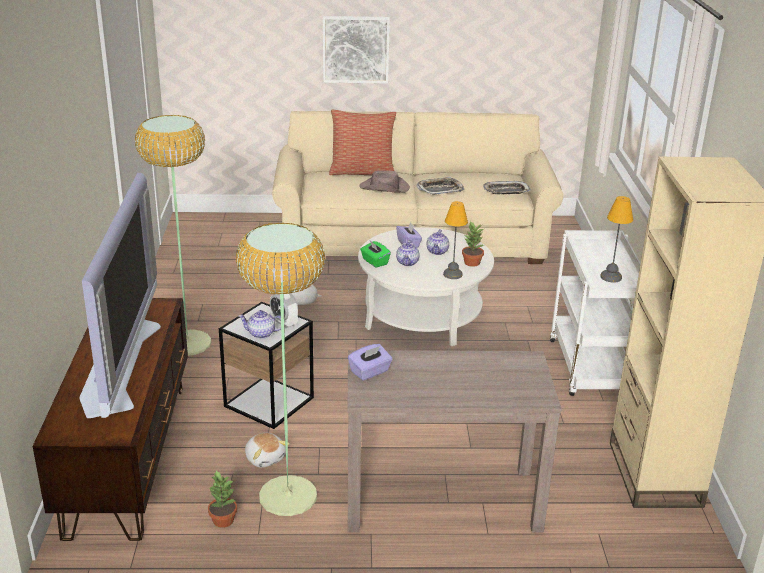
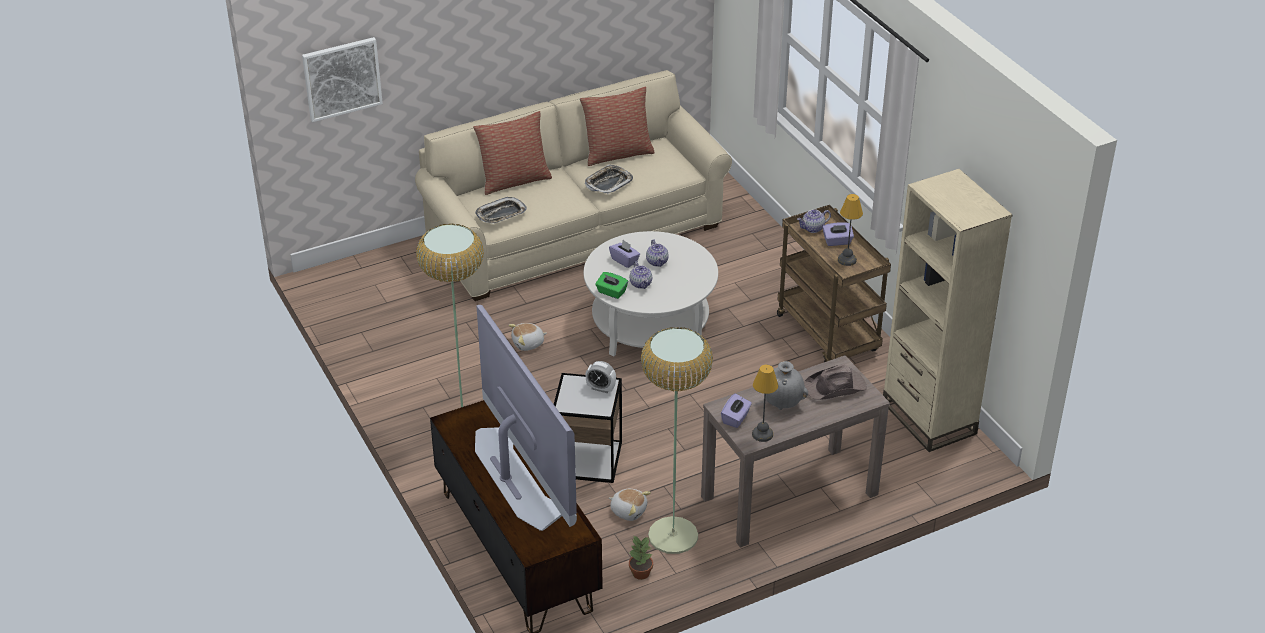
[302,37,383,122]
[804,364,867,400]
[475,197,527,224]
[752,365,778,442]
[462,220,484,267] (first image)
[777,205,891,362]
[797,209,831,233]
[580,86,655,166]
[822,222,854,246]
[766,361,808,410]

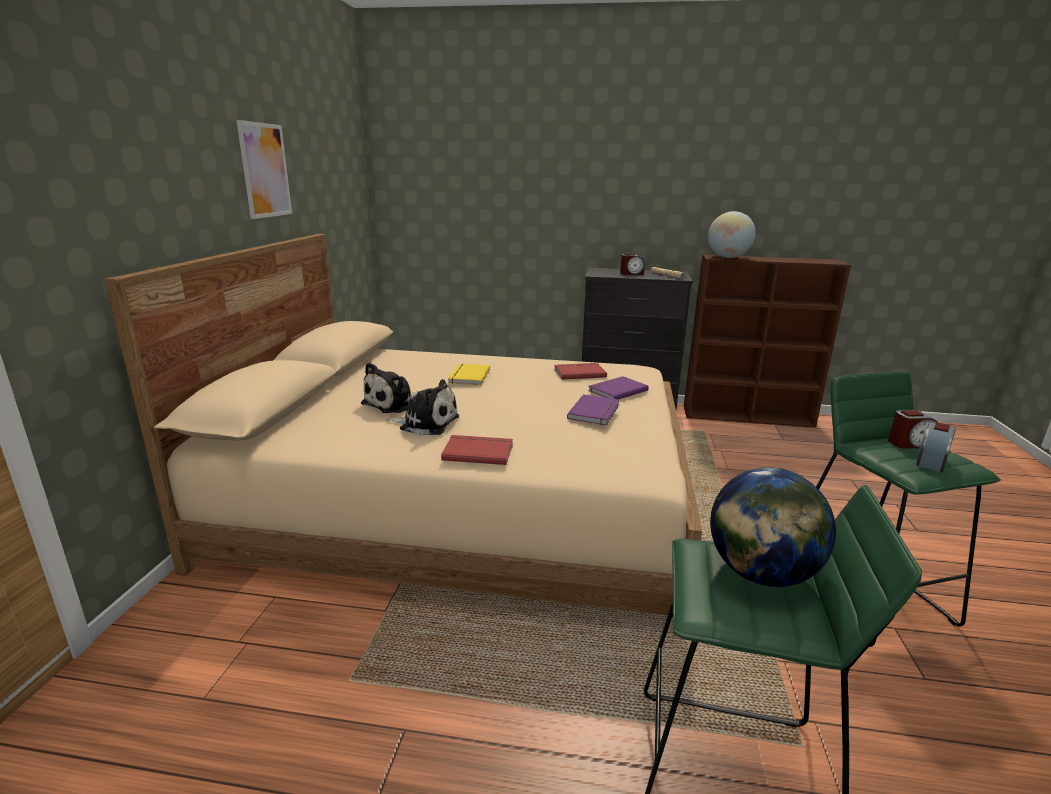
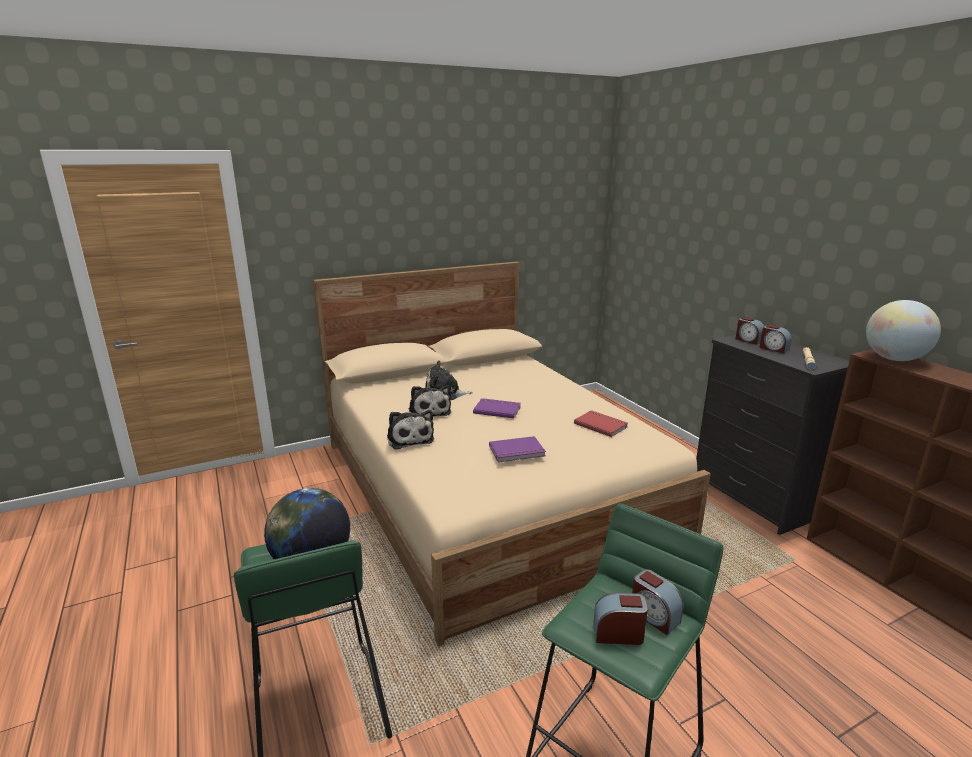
[236,120,292,219] (first image)
[448,364,490,385] (first image)
[473,398,521,418]
[387,410,434,450]
[735,317,764,345]

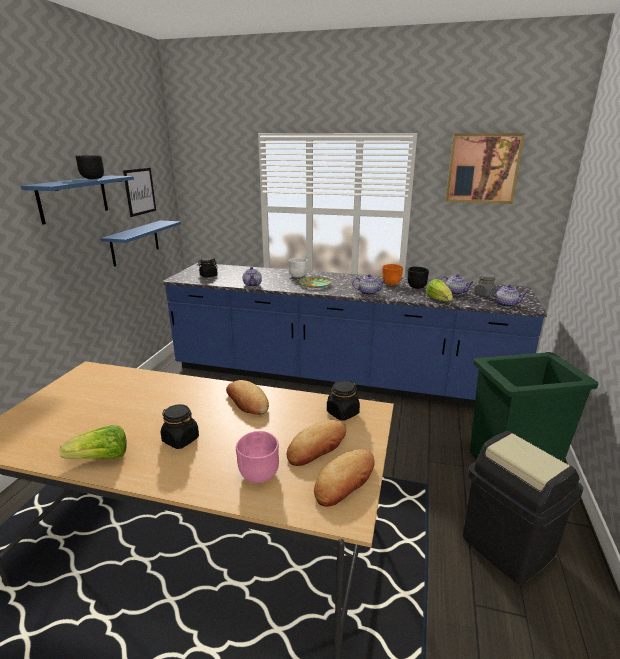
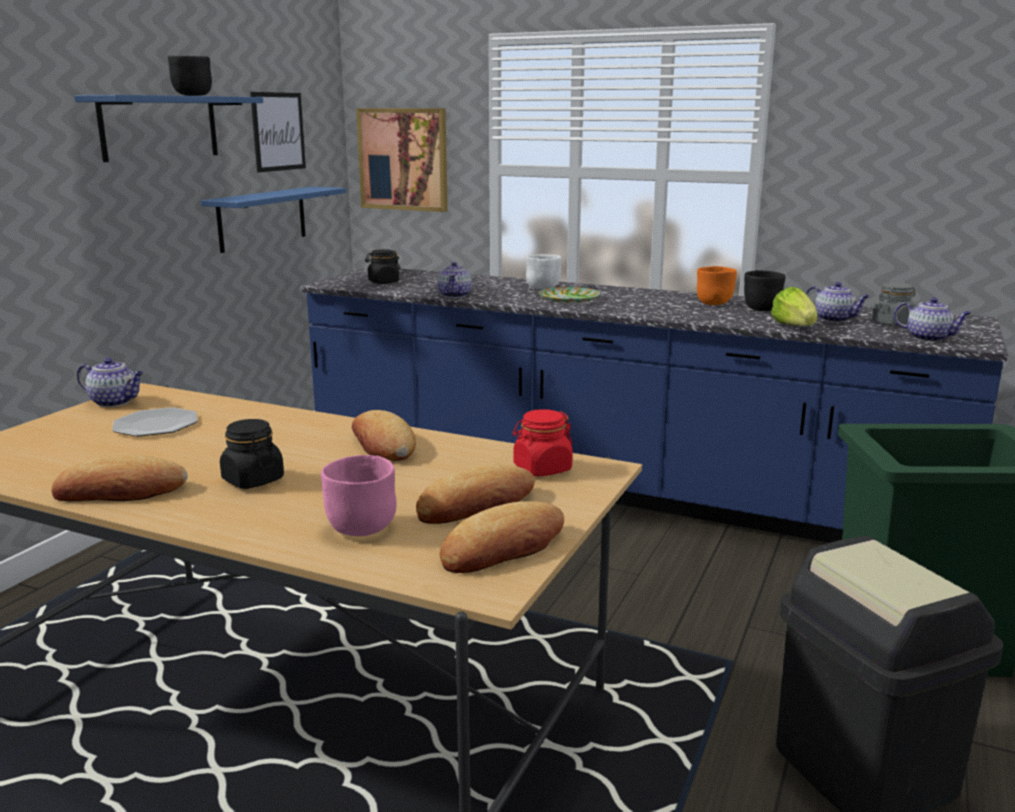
[356,108,448,212]
[77,358,144,407]
[512,409,573,476]
[51,455,188,501]
[112,407,198,436]

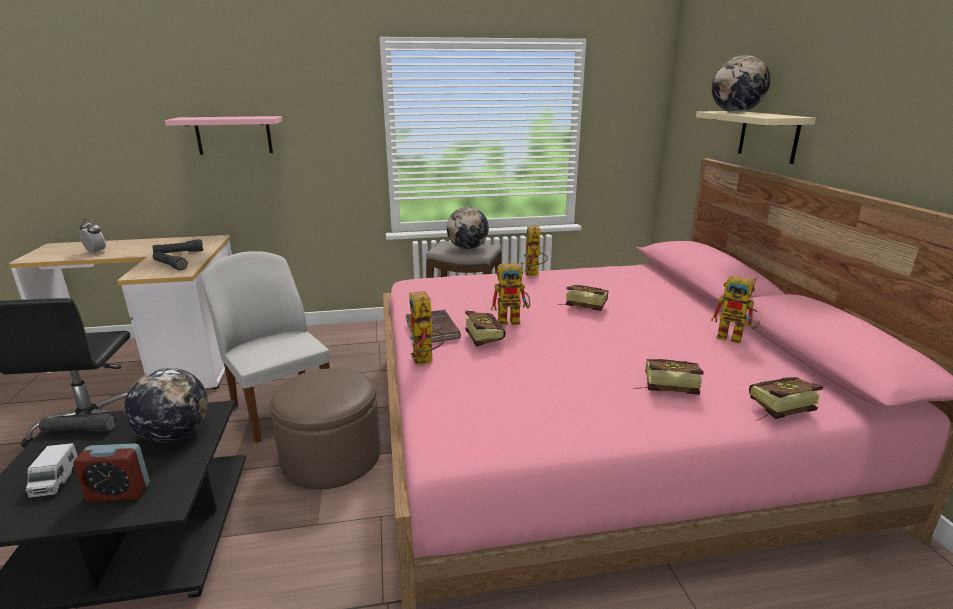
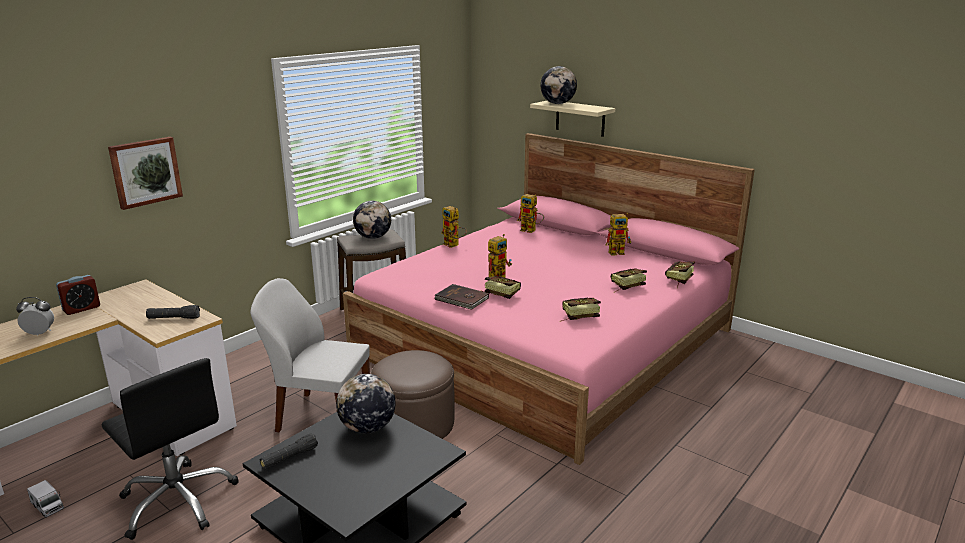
[108,137,183,210]
[152,239,203,253] (first image)
[560,298,601,322]
[517,194,544,233]
[27,480,64,517]
[56,275,100,315]

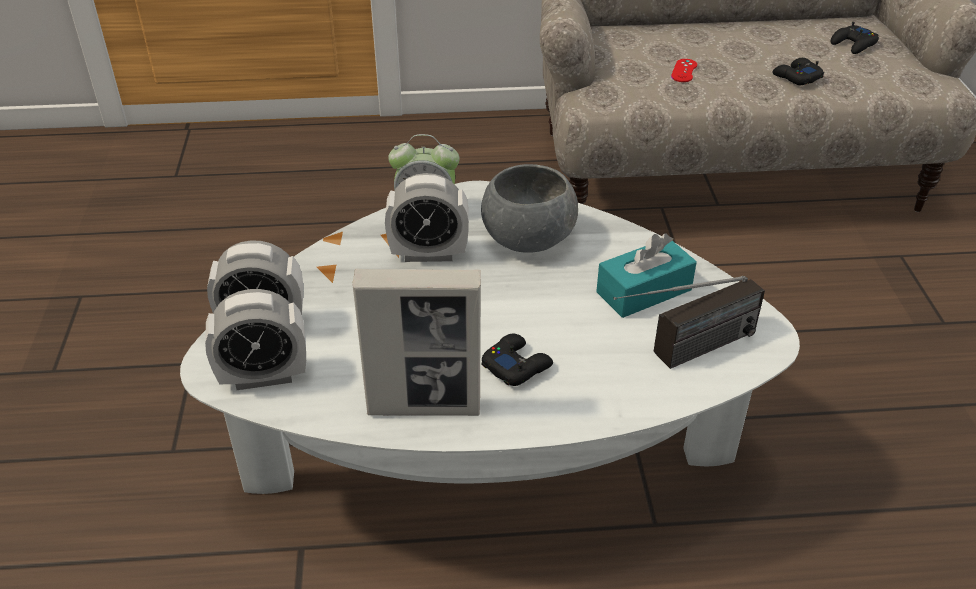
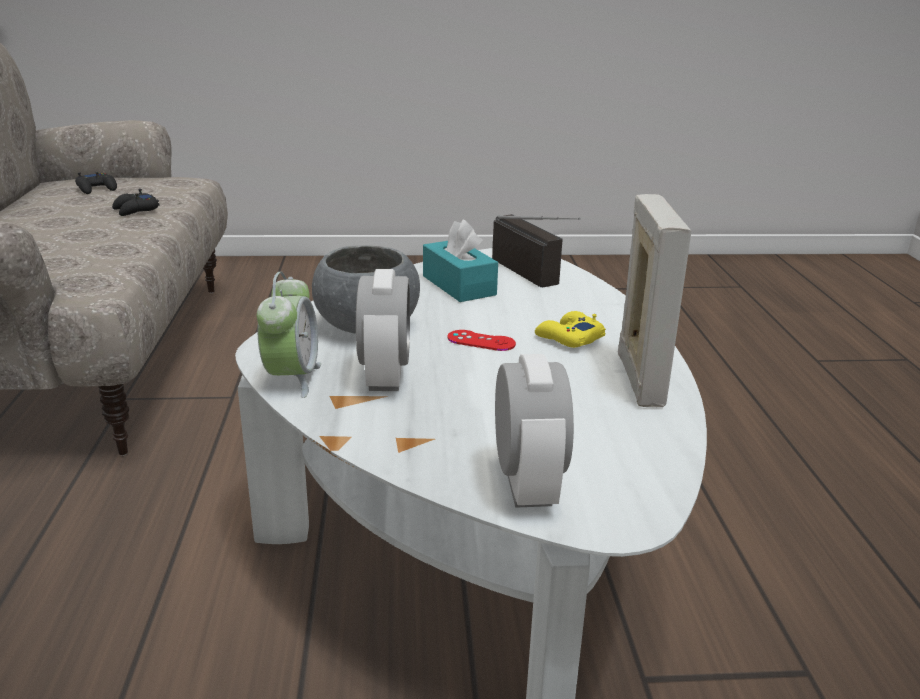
[447,330,516,351]
[205,289,306,390] (first image)
[535,311,606,348]

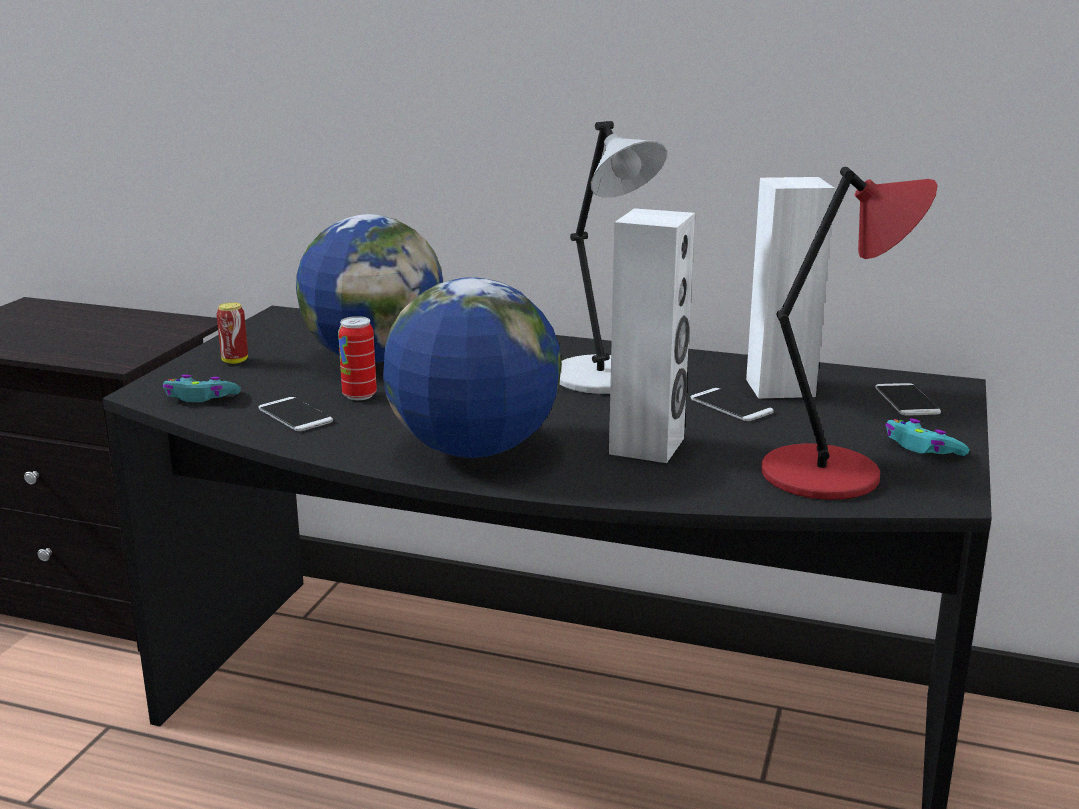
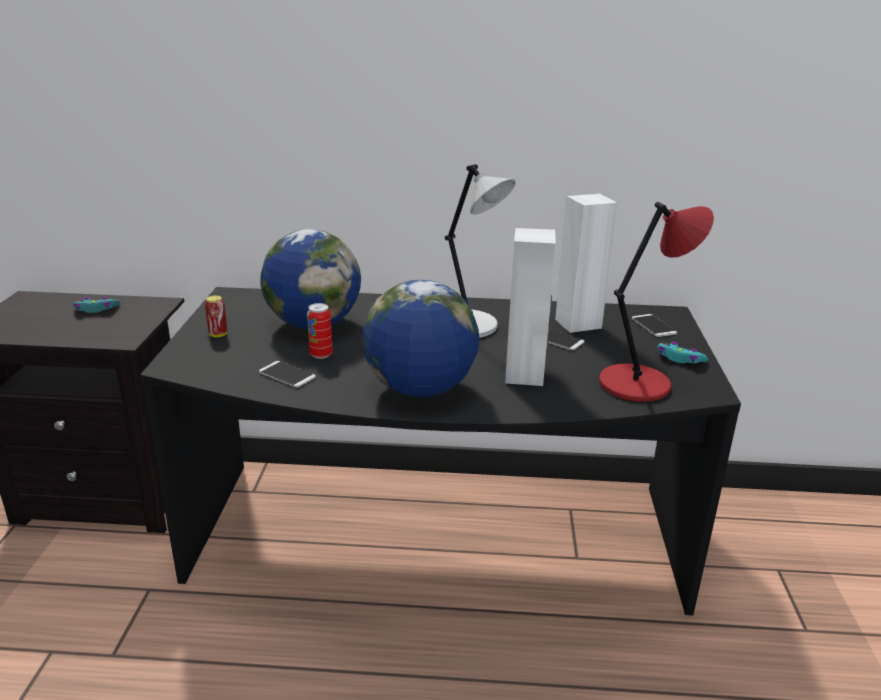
[73,297,120,313]

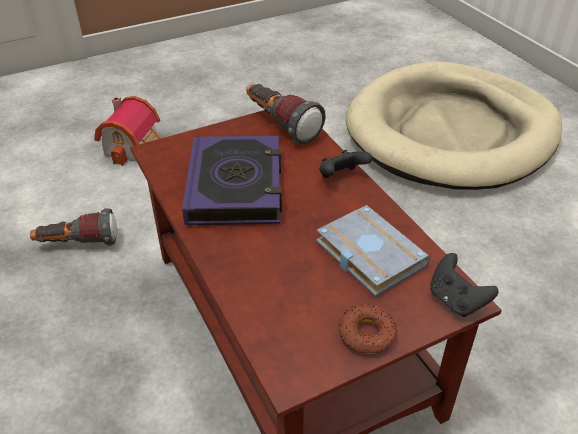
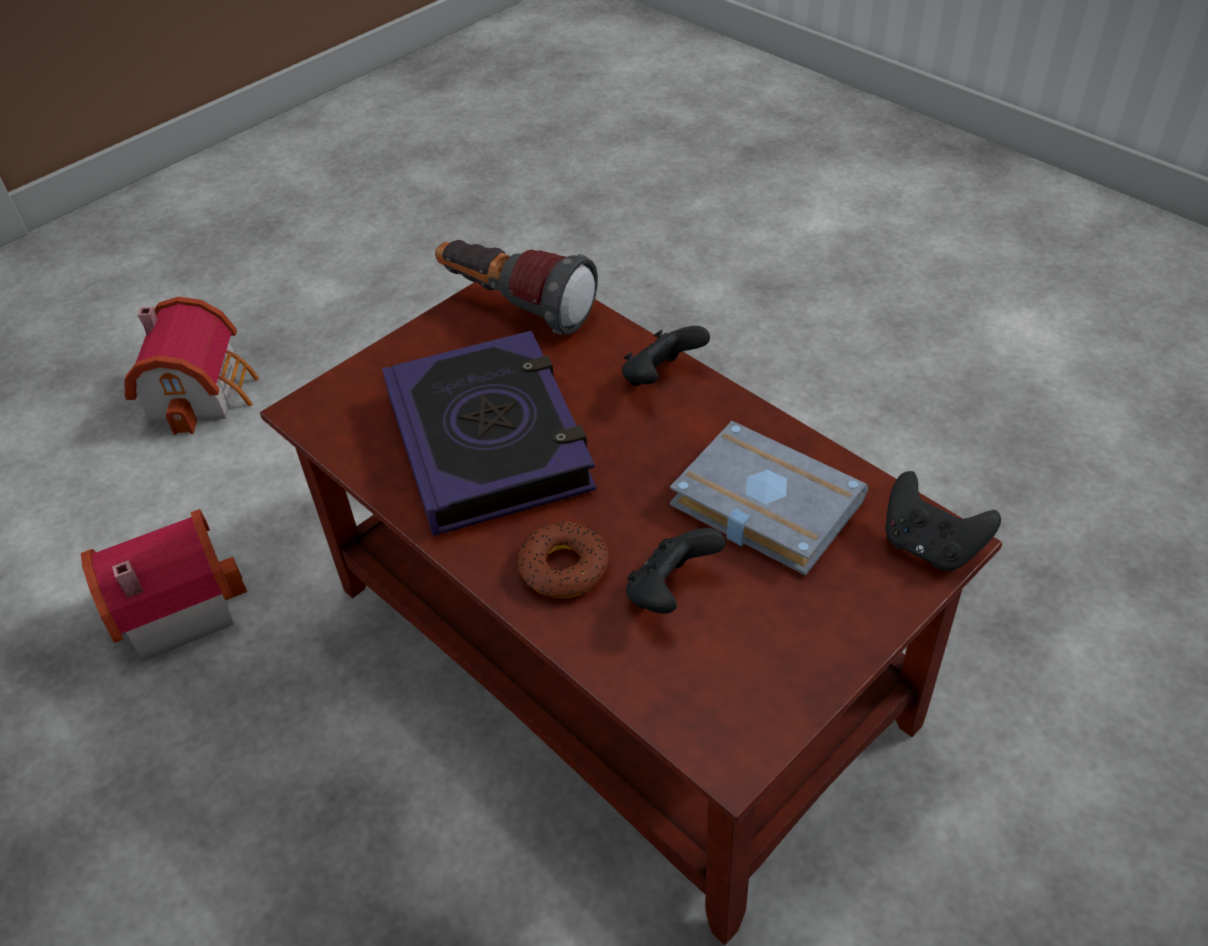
[346,62,562,190] (first image)
[81,509,247,661]
[517,521,609,598]
[626,528,726,614]

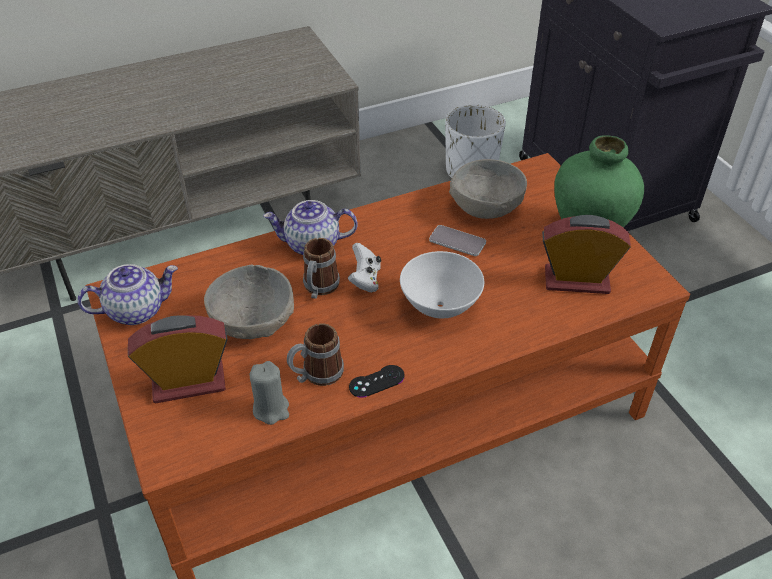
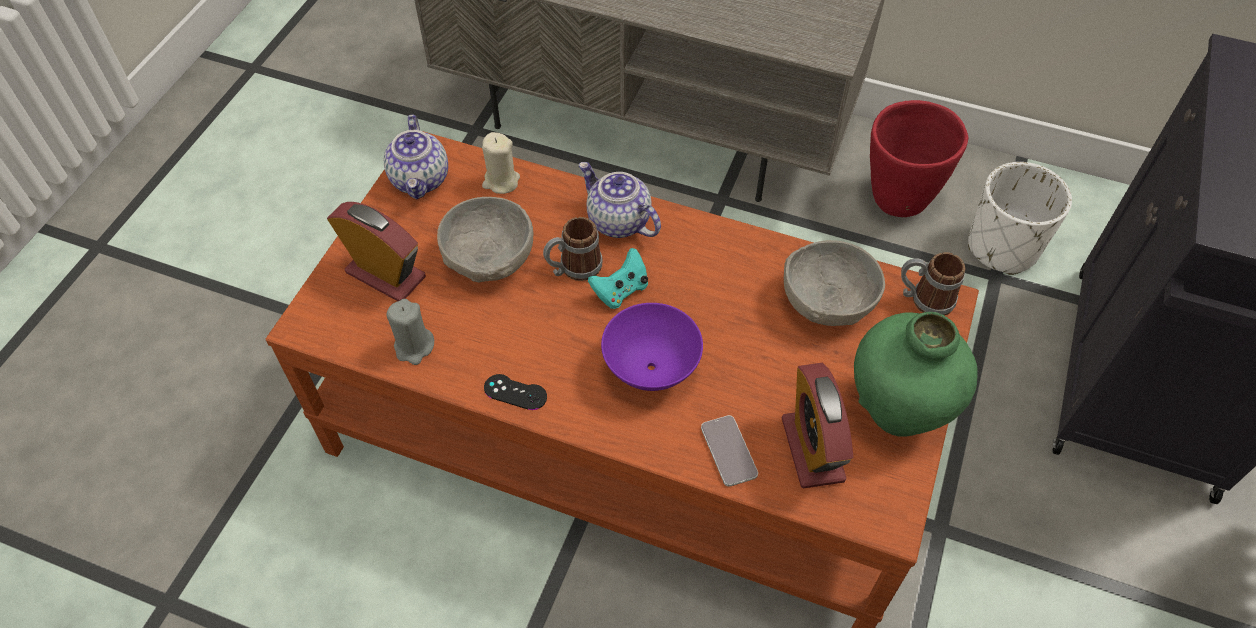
[782,363,853,488]
[701,415,758,487]
[588,248,648,309]
[601,303,703,391]
[384,115,448,199]
[901,252,966,316]
[870,100,969,217]
[482,132,520,194]

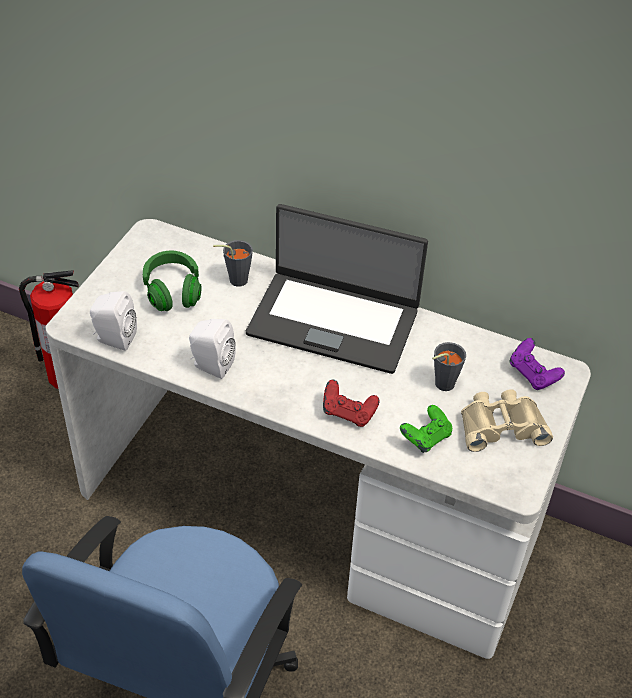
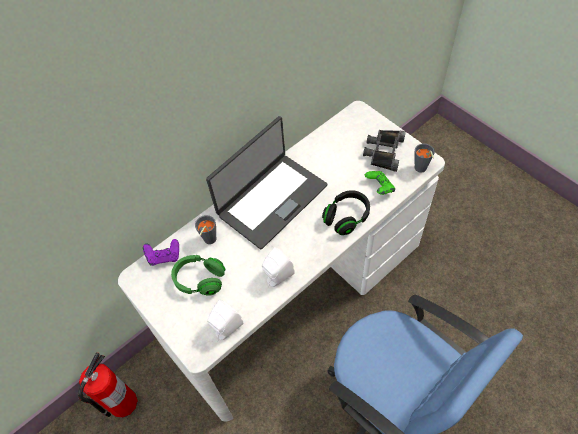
[143,239,179,266]
[414,143,435,173]
[322,190,370,235]
[363,130,406,172]

